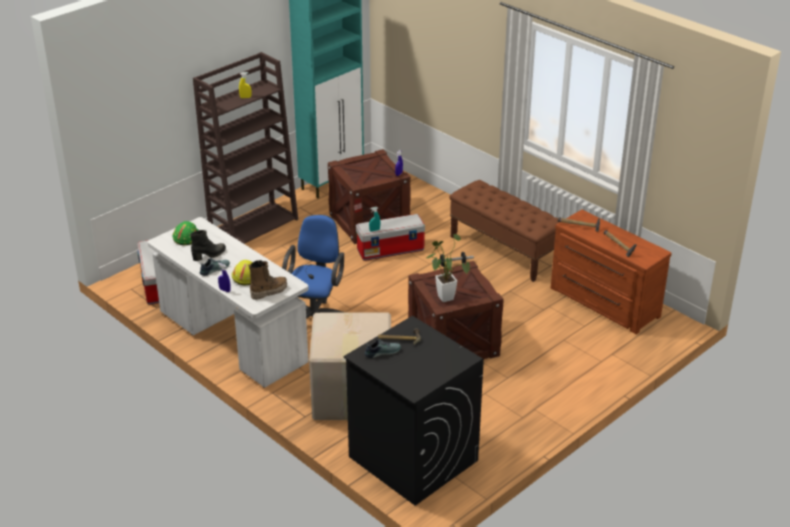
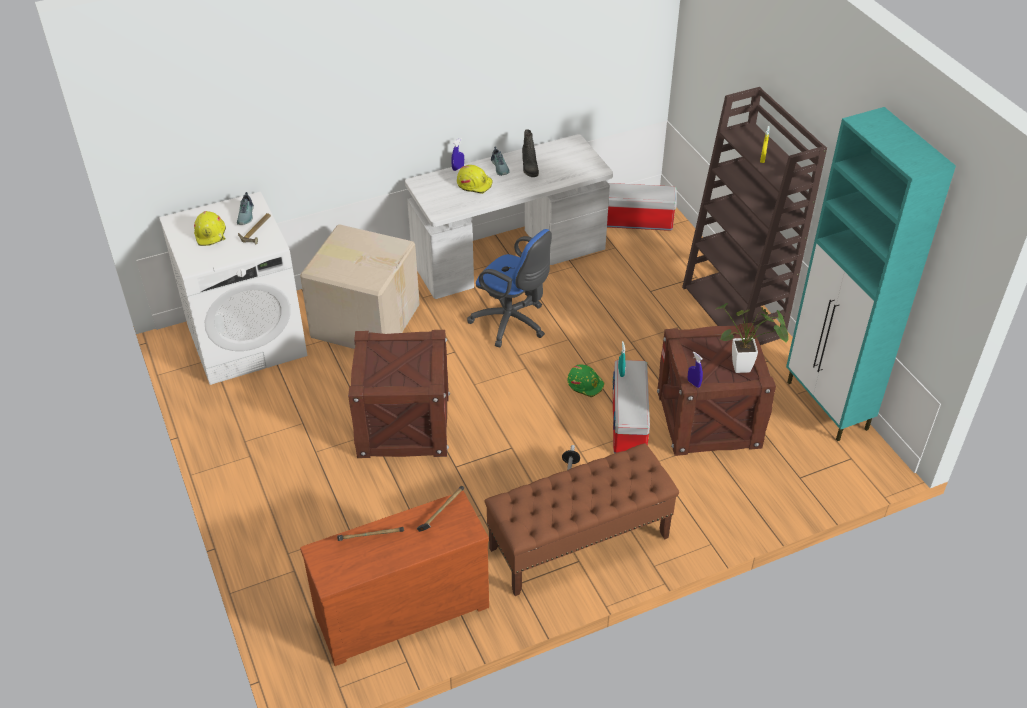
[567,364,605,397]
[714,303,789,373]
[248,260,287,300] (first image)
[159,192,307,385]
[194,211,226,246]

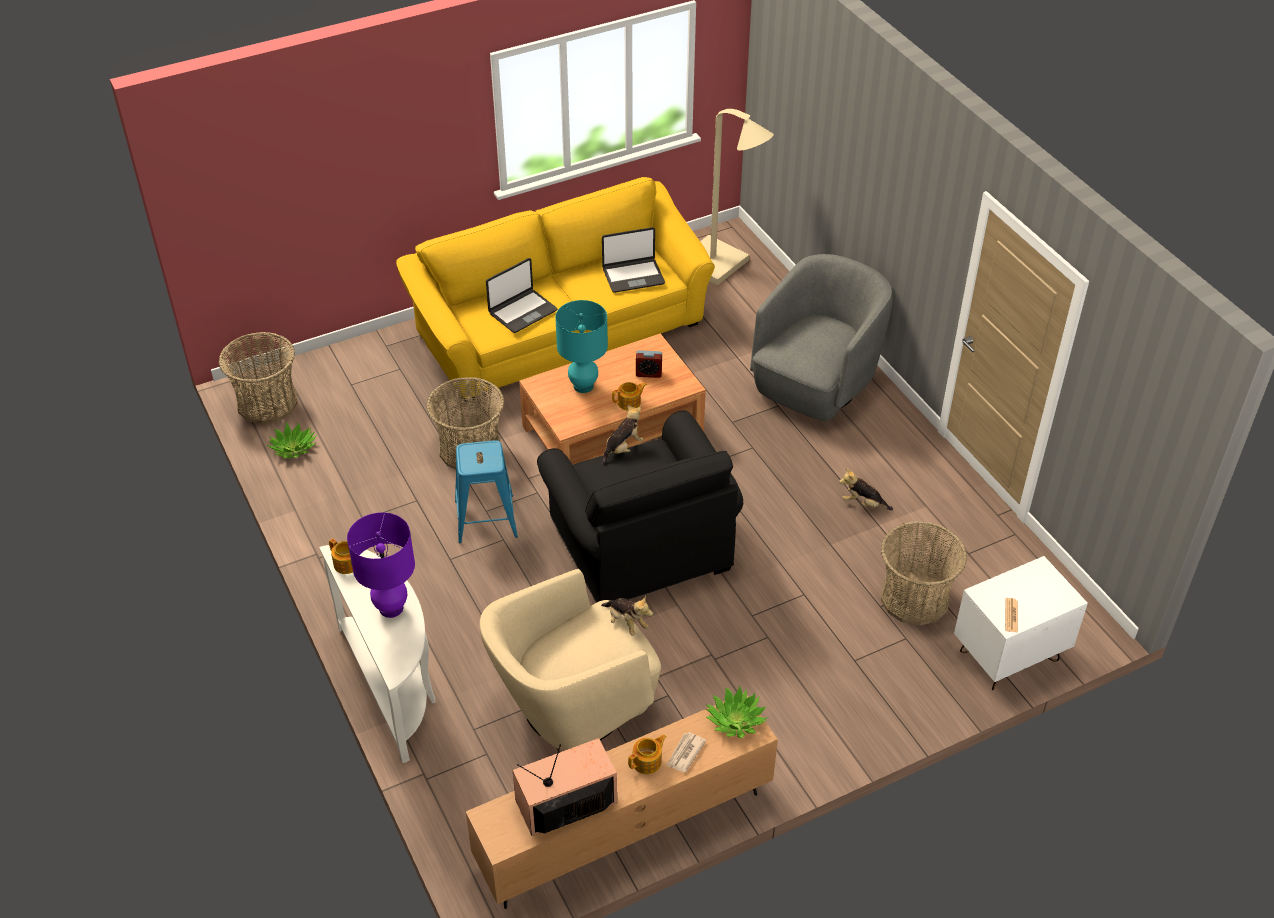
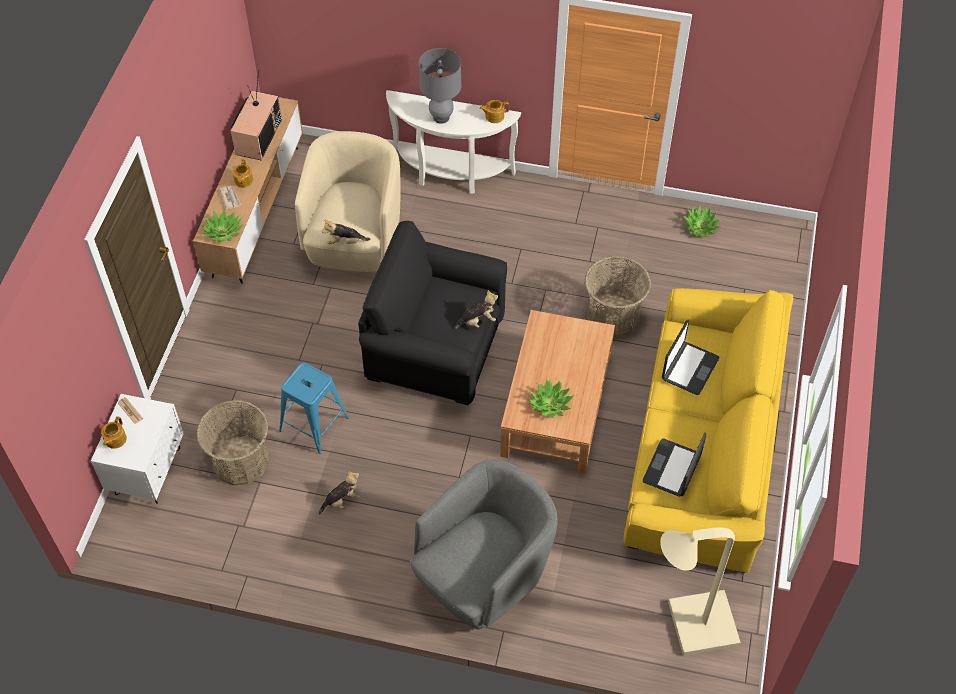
[410,460,558,629]
[662,320,719,395]
[555,300,608,393] (first image)
[219,332,298,424] (first image)
[528,379,574,418]
[101,416,127,449]
[454,290,498,330]
[279,362,349,454]
[419,48,461,124]

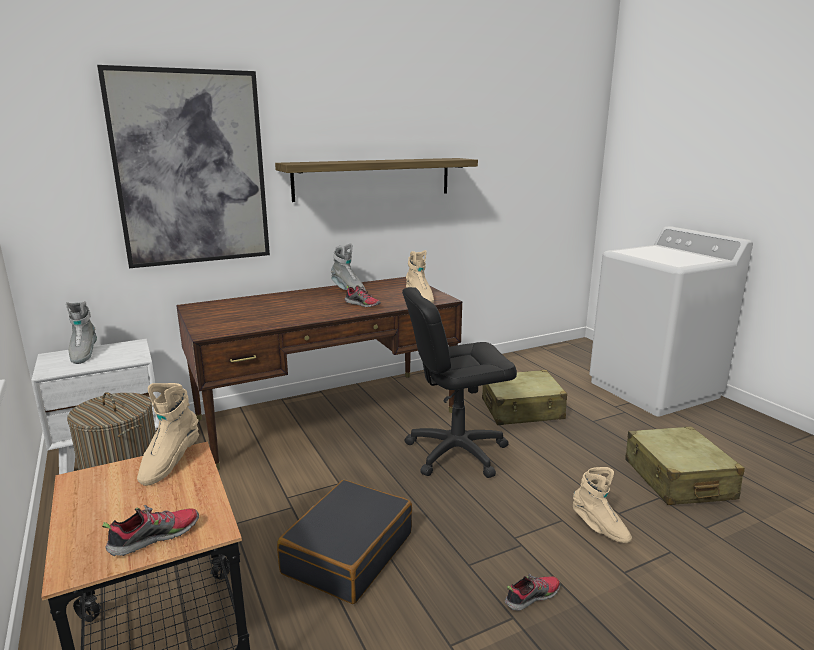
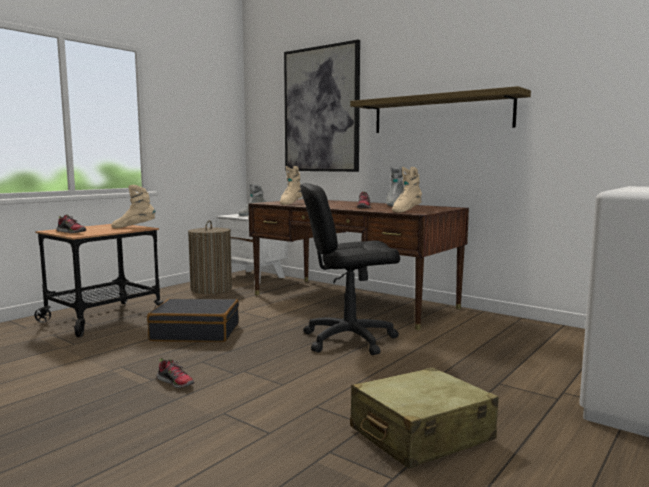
[300,183,400,355]
[482,370,567,425] (first image)
[280,166,302,205]

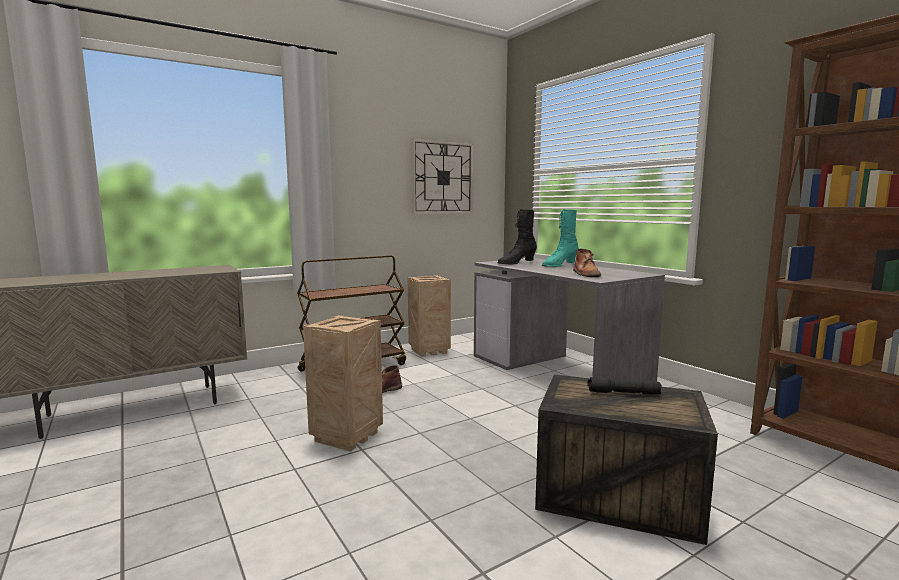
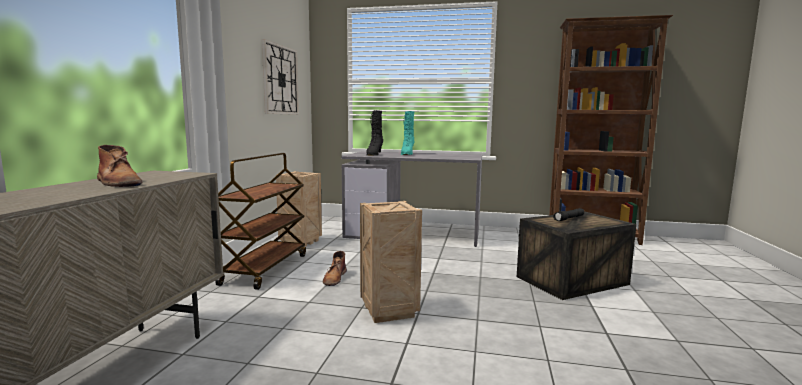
[97,145,142,187]

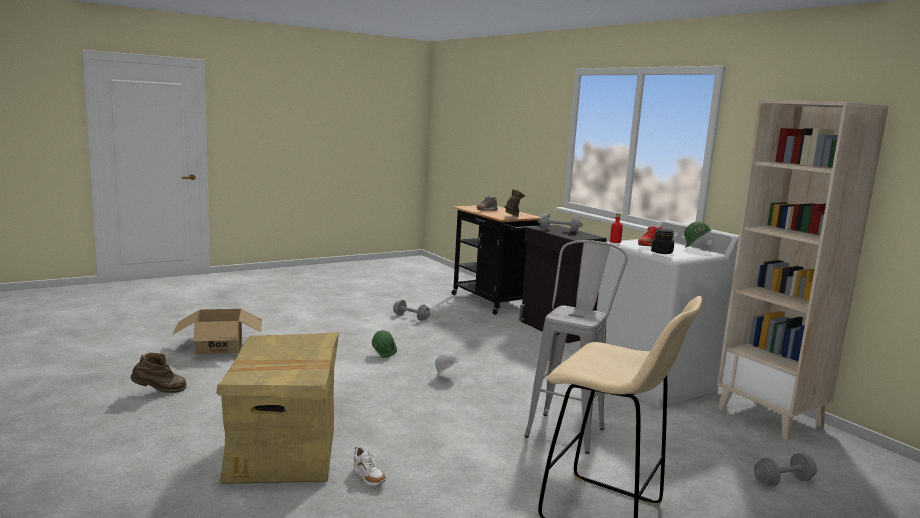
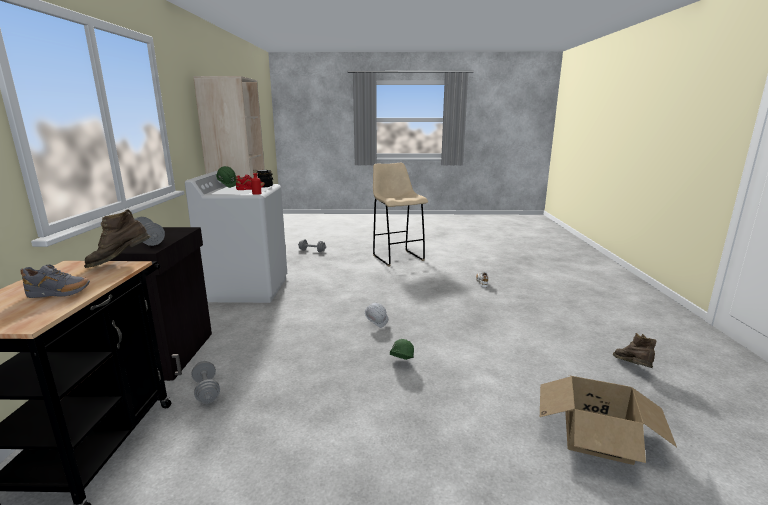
[524,240,628,454] (first image)
[191,361,220,404]
[216,332,339,484] (first image)
[612,333,656,368]

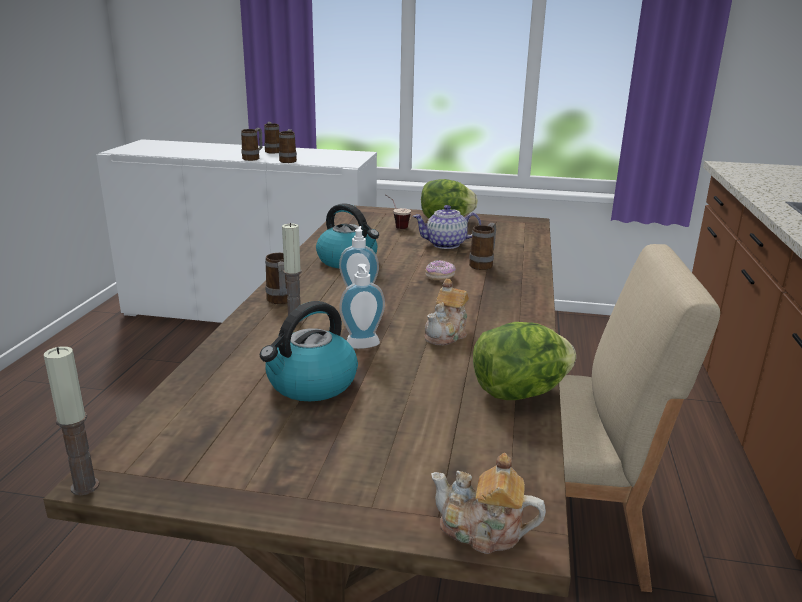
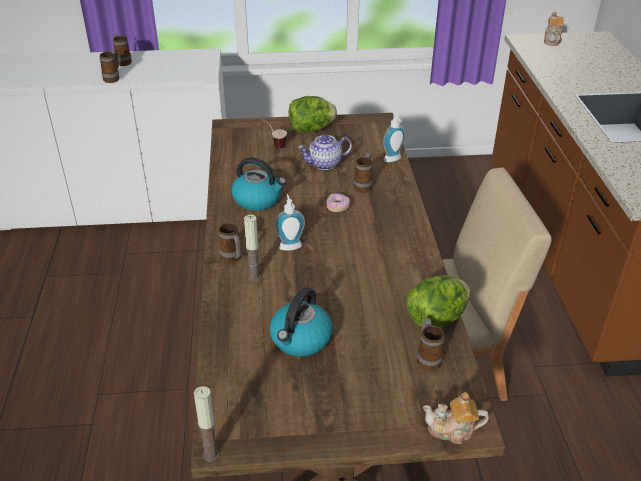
[417,317,445,371]
[383,115,405,162]
[544,12,564,46]

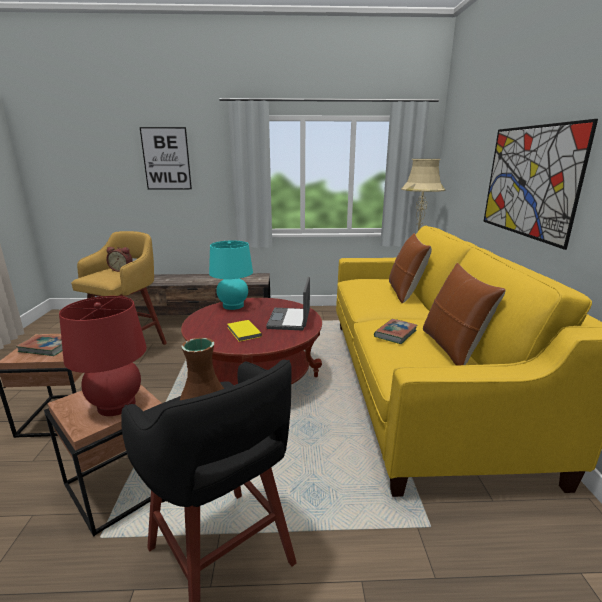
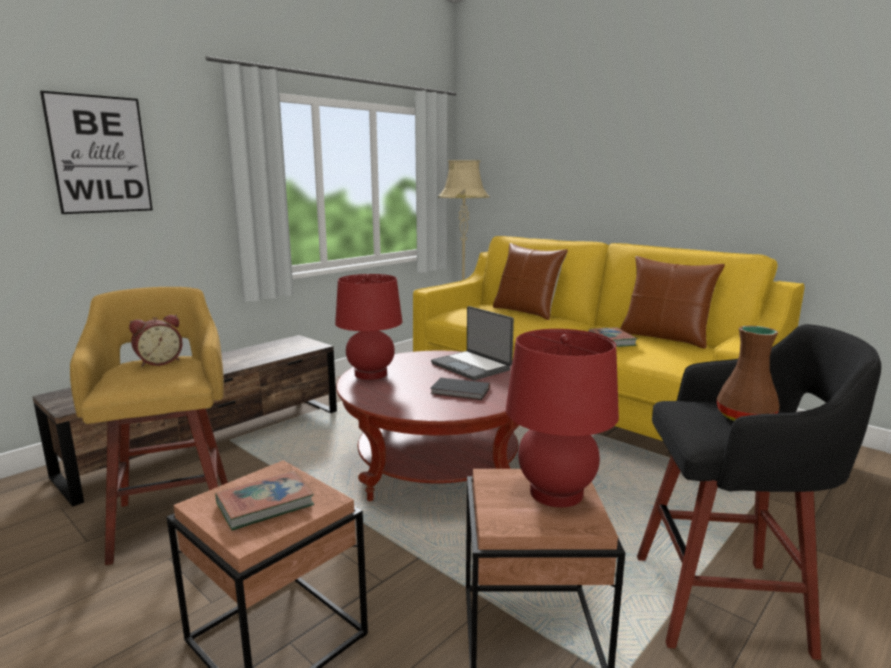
[483,119,598,250] (first image)
[335,274,402,380]
[430,378,490,400]

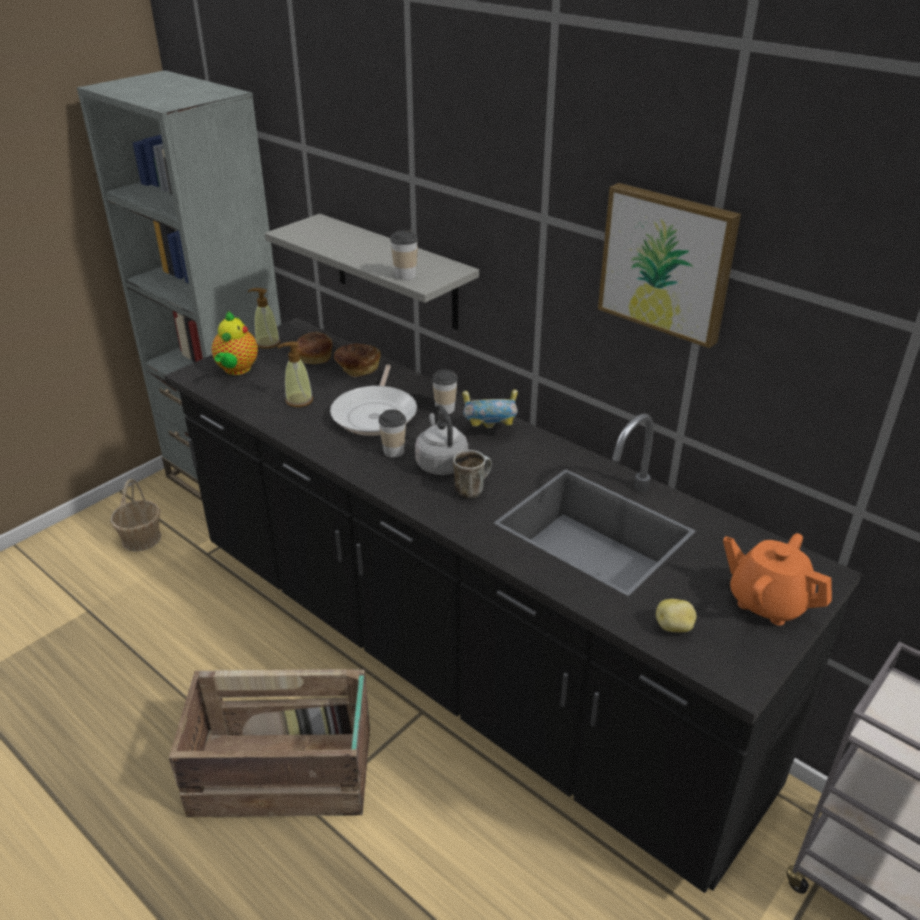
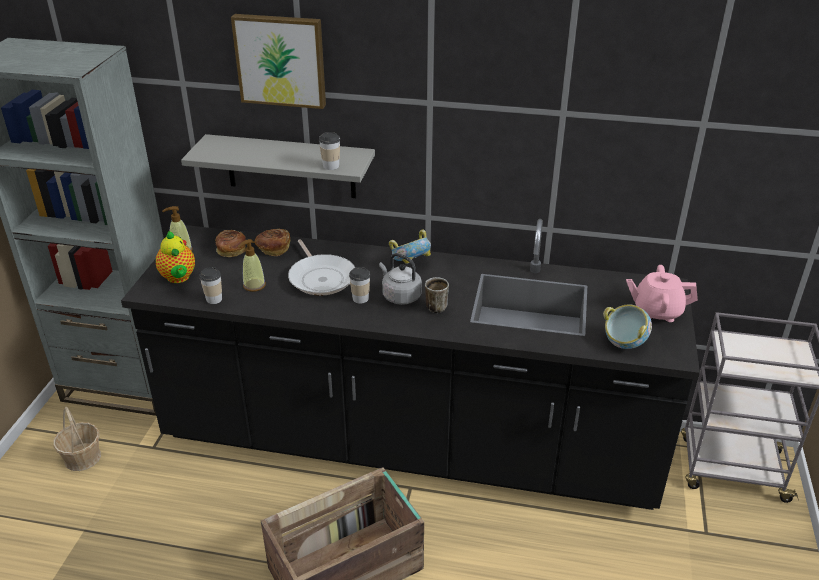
[231,14,326,109]
[199,267,222,304]
[626,265,698,322]
[603,304,652,349]

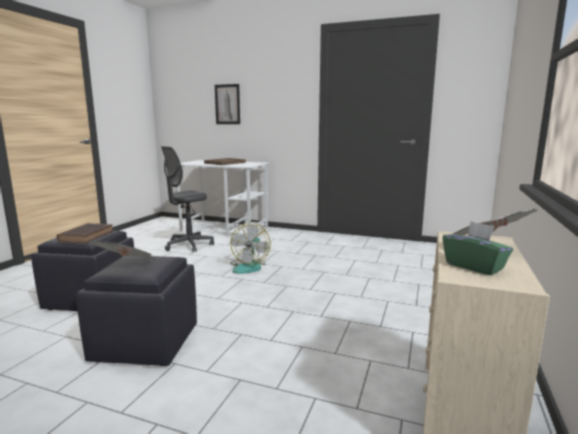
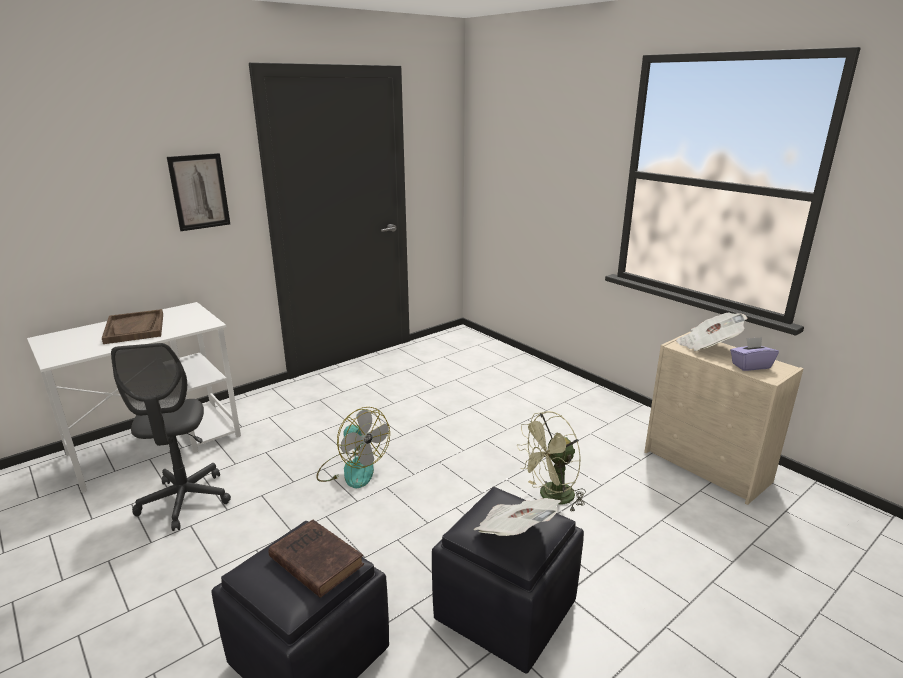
[167,153,230,231]
[730,337,779,371]
[517,411,586,513]

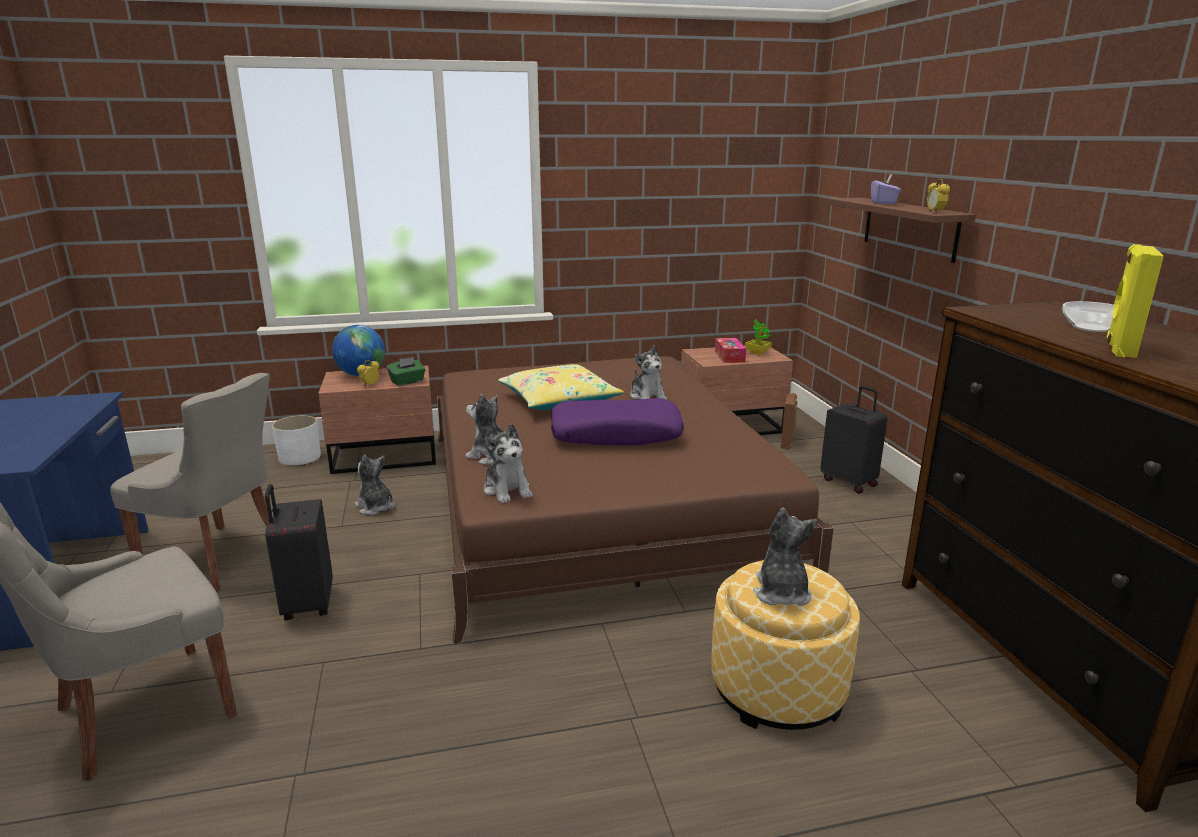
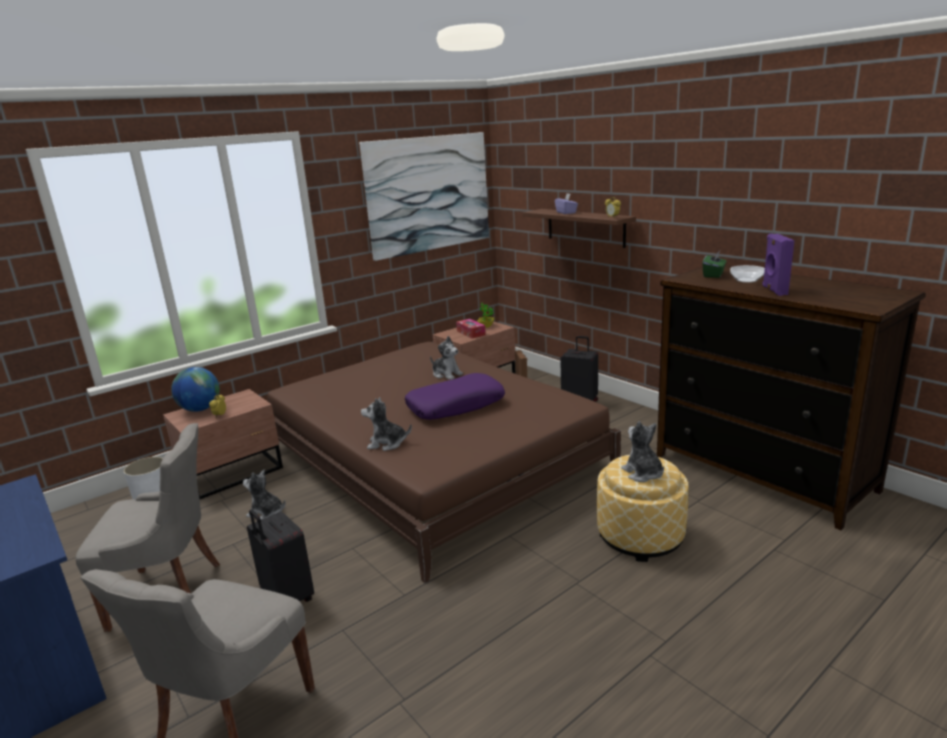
[762,234,795,296]
[703,251,726,278]
[498,364,624,410] (first image)
[484,423,533,504] (first image)
[359,132,489,261]

